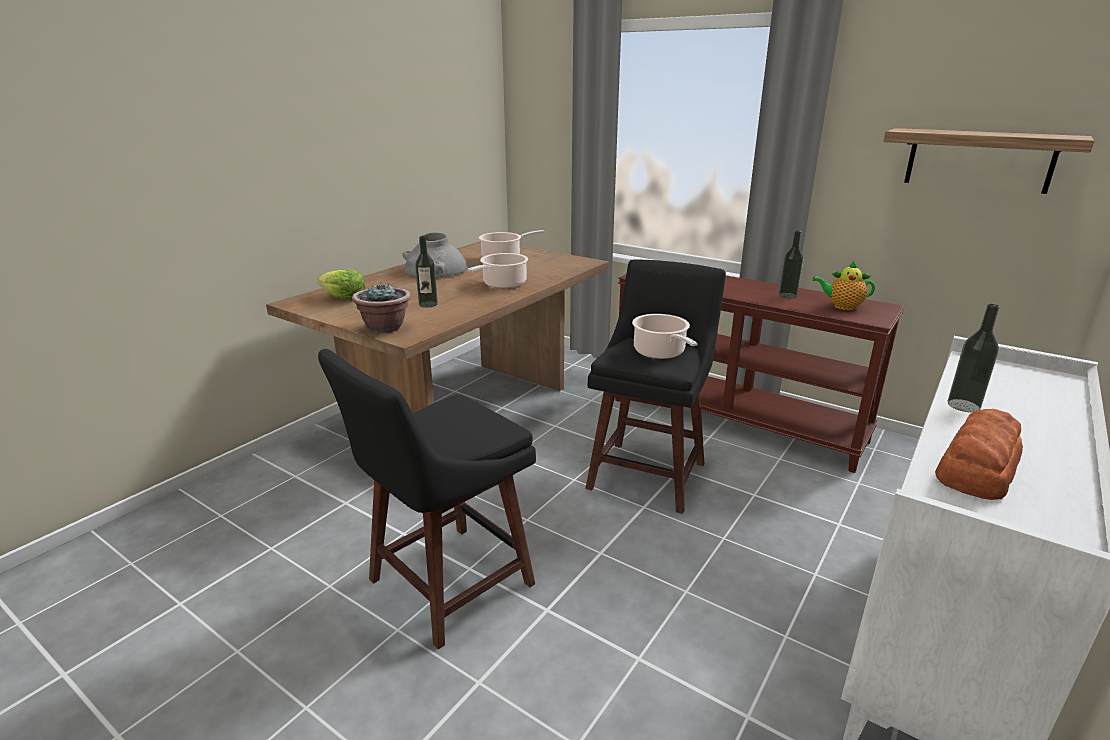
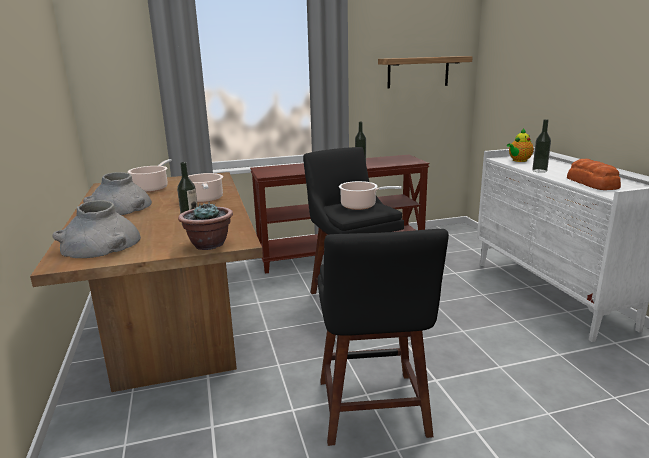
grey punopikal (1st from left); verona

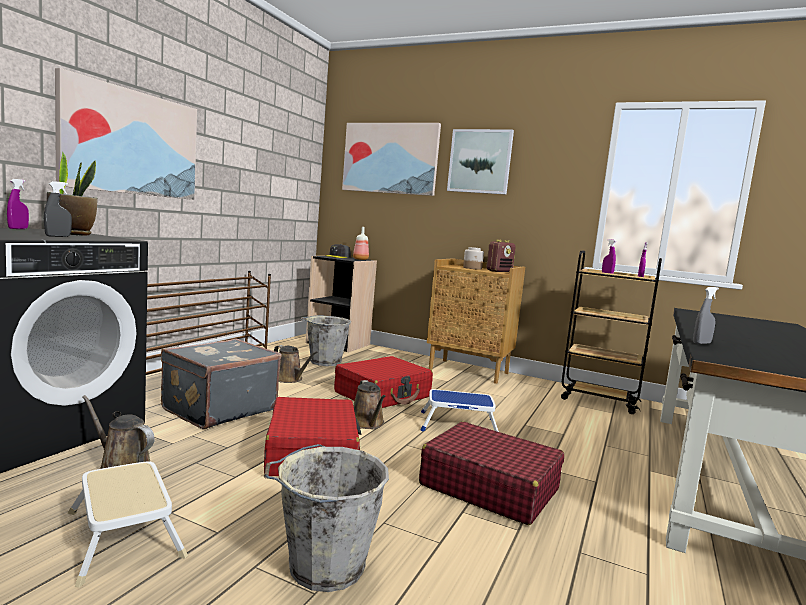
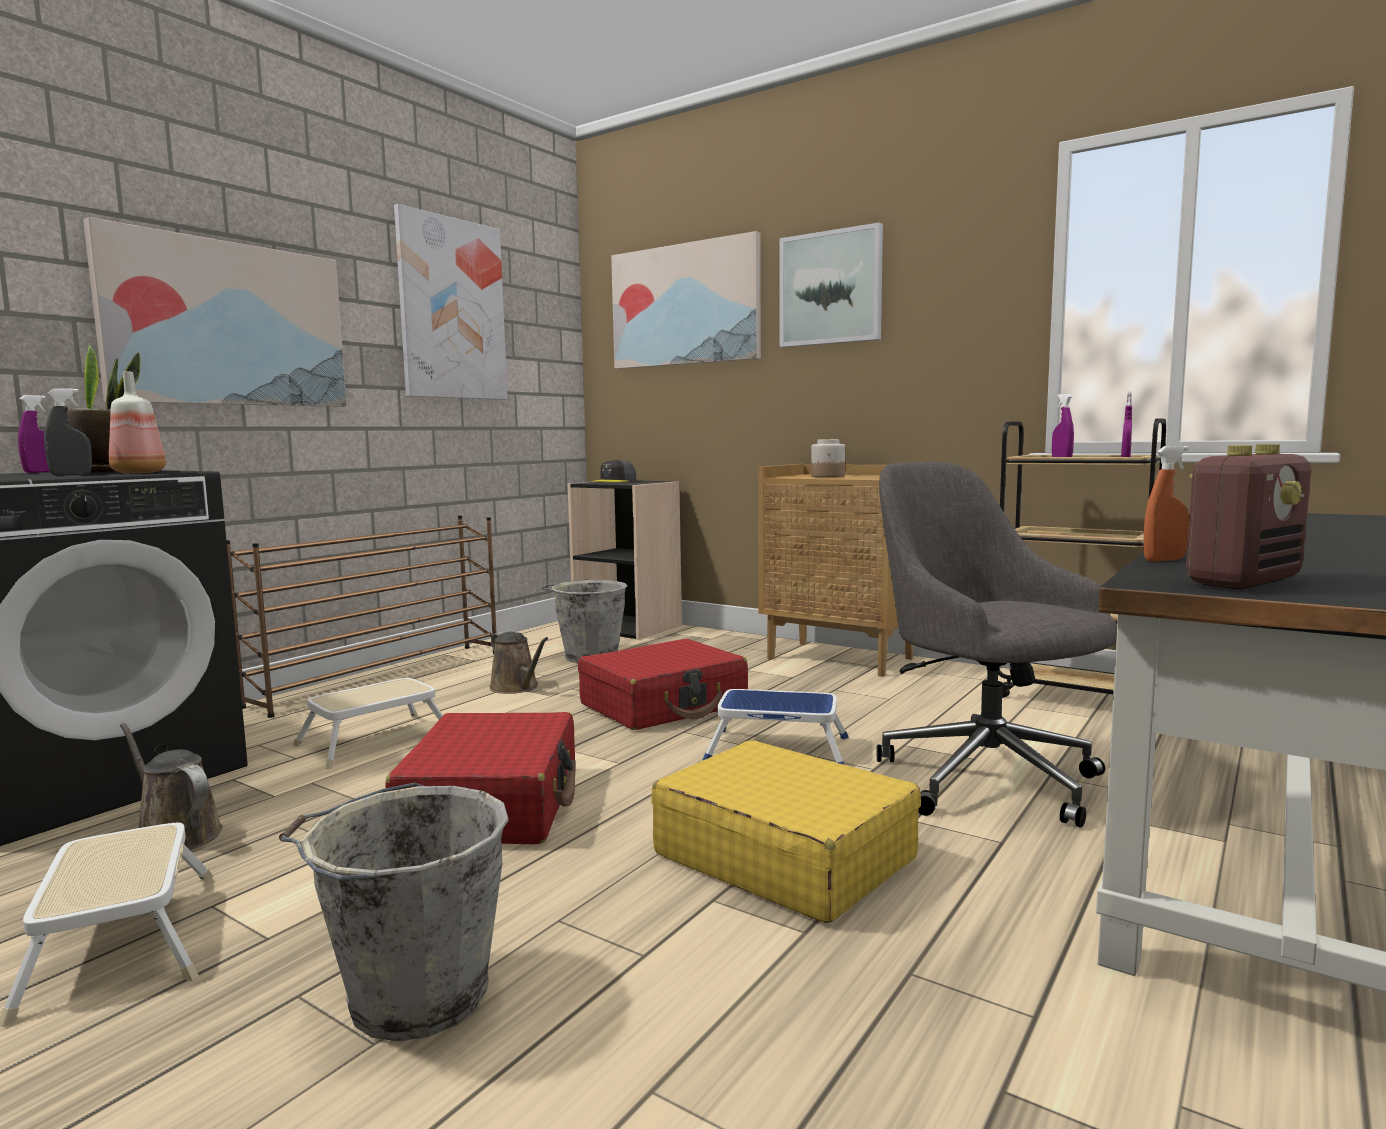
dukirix; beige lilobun (2nd from left); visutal (2nd from left); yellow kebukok; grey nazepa; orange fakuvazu; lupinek; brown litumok (3rd from left in the first image)

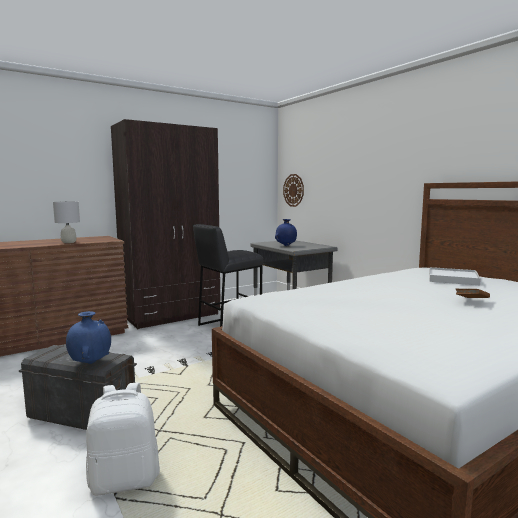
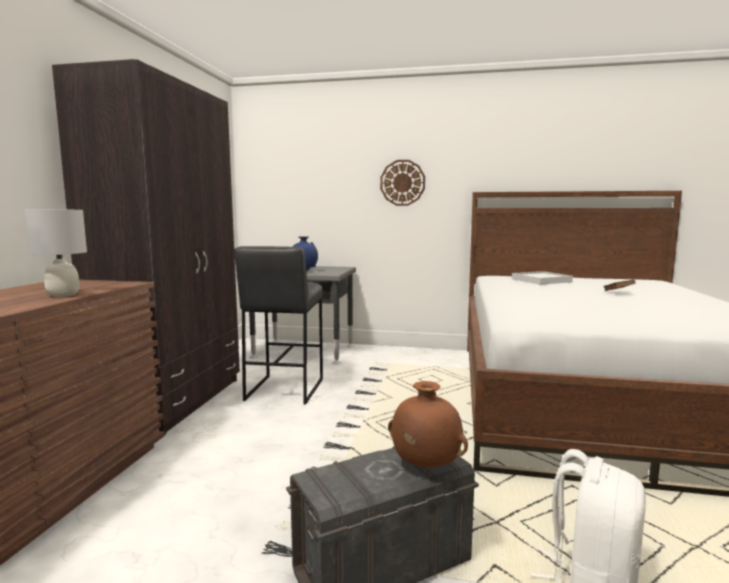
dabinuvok; brown punopikal

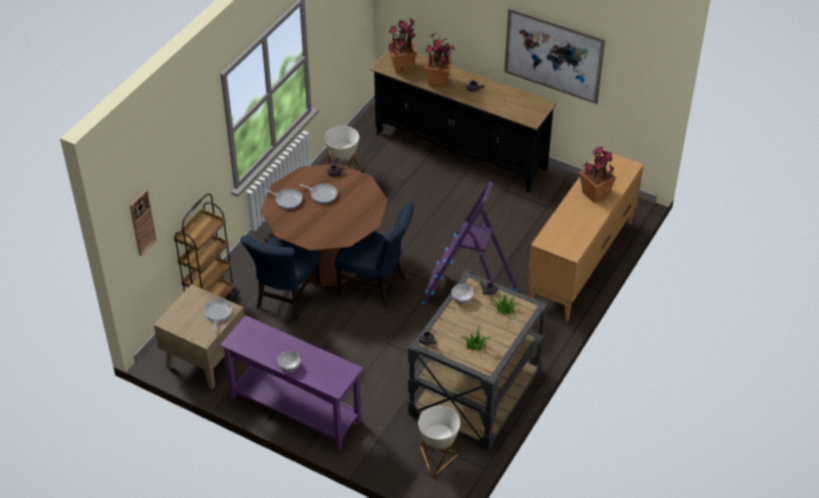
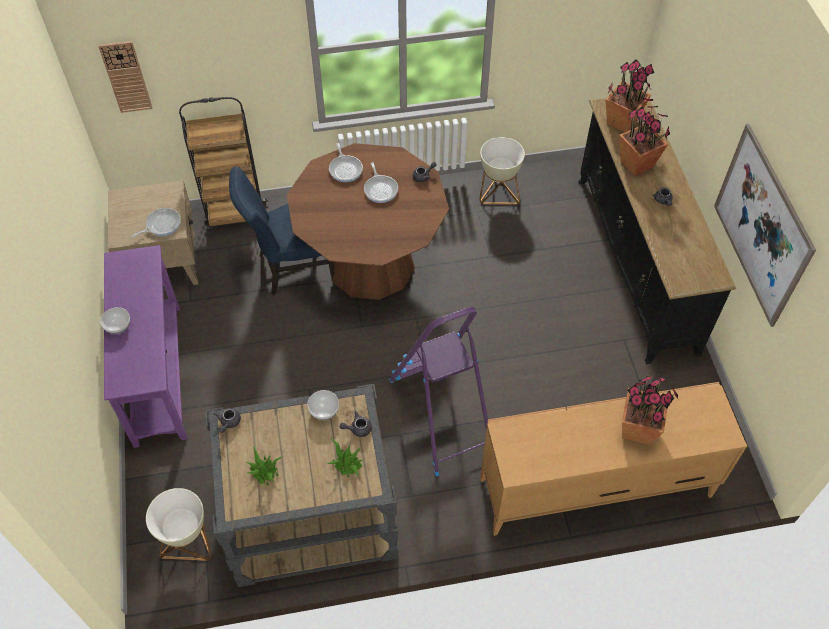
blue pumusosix (2nd from left in the first image)

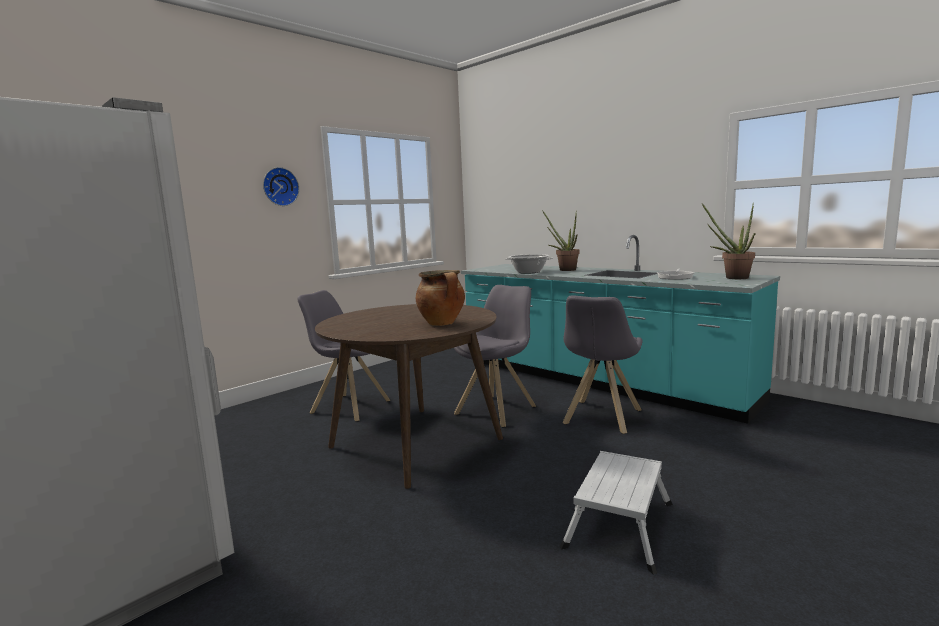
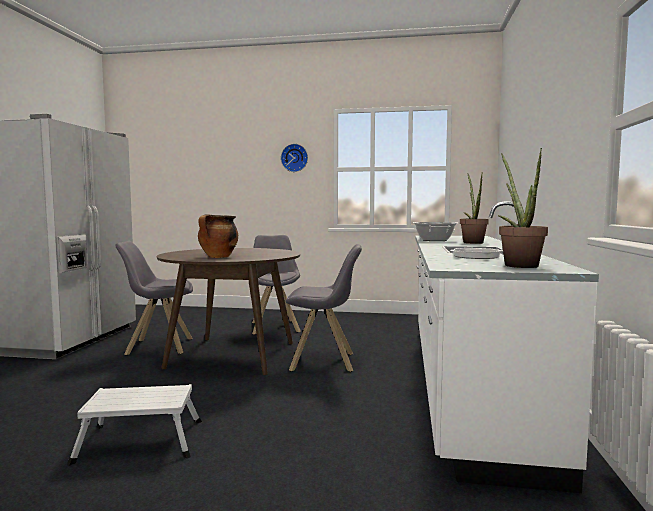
grey pumusosix (1st from left); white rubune

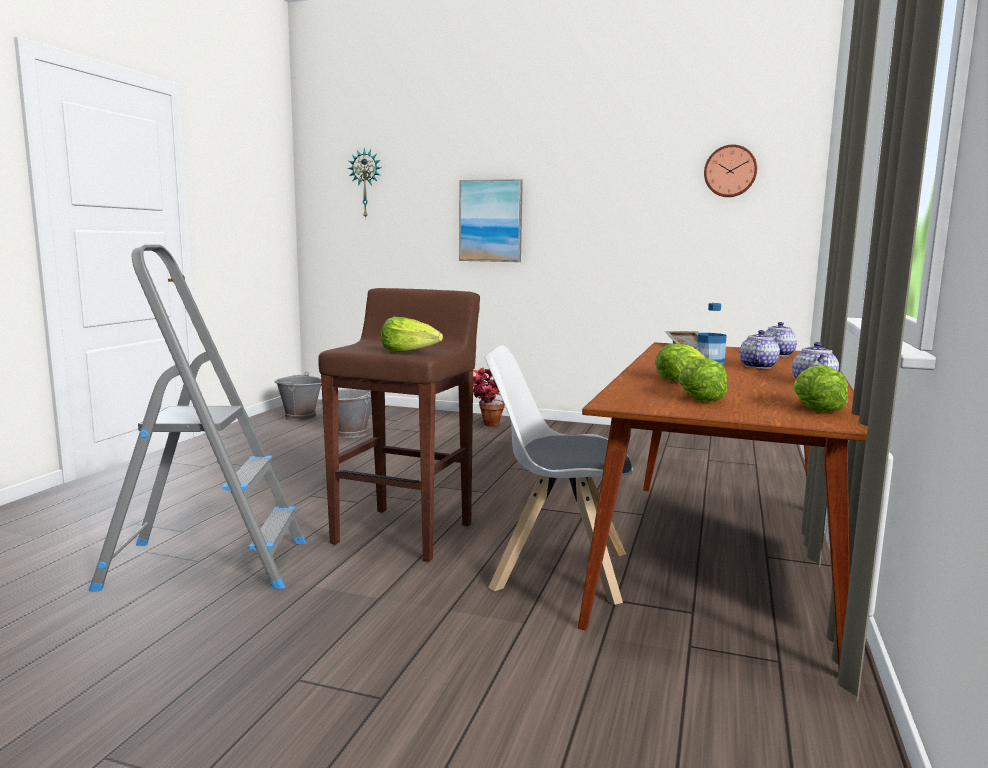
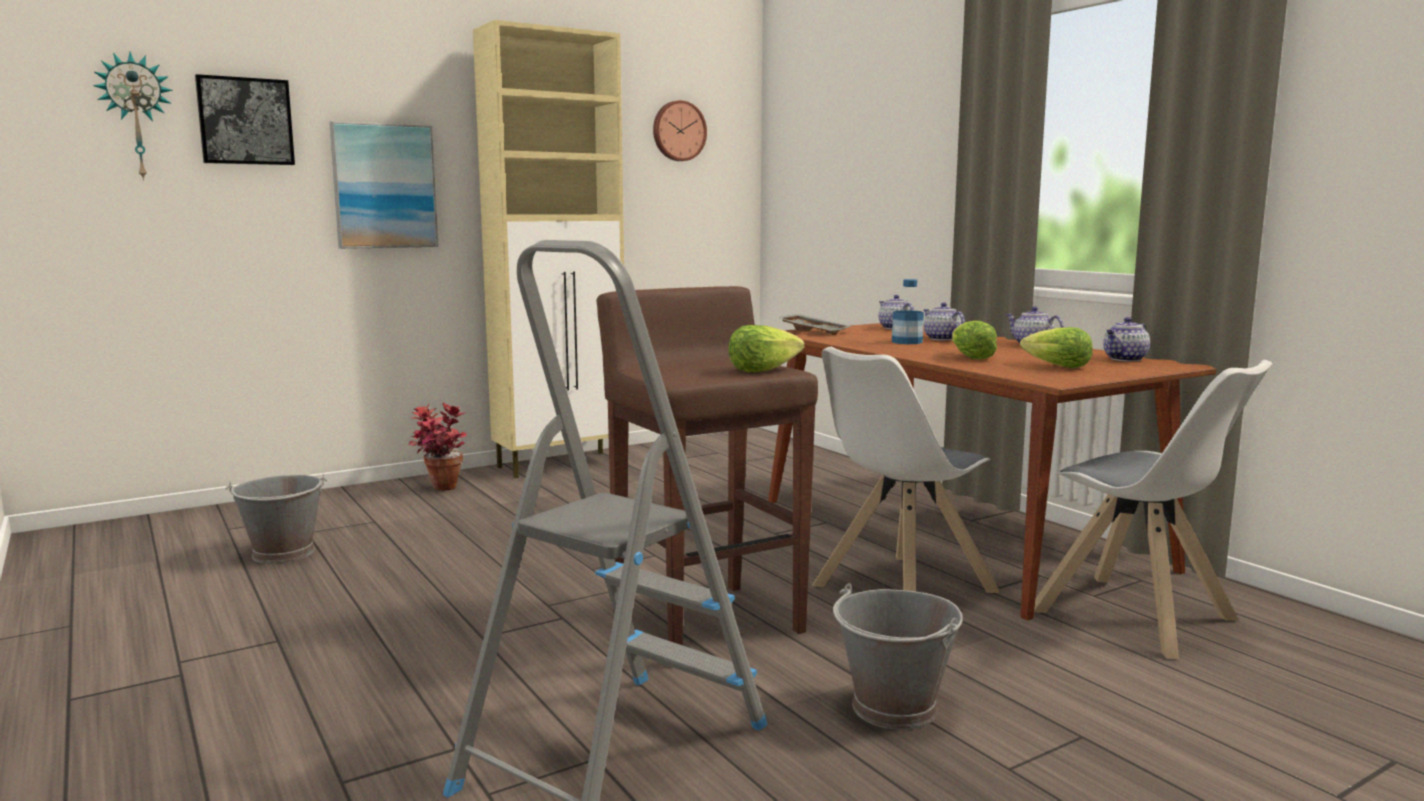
visutal (1st from left); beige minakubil; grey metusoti (2nd from left); pumusosix (2nd from left); verona (4th from left)

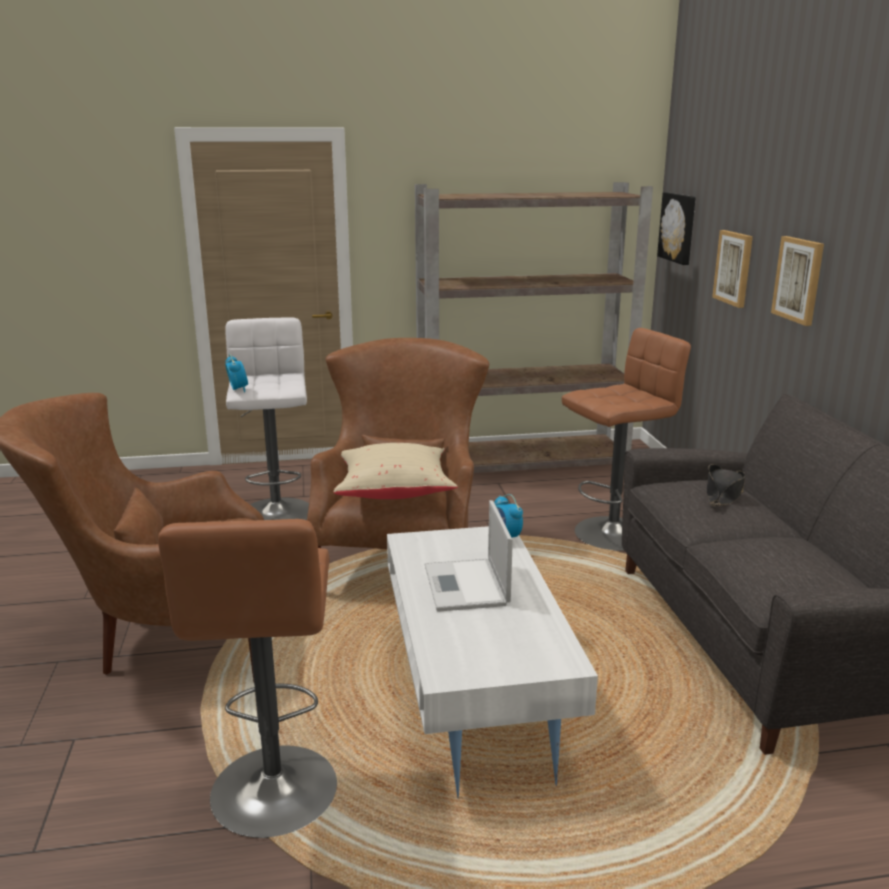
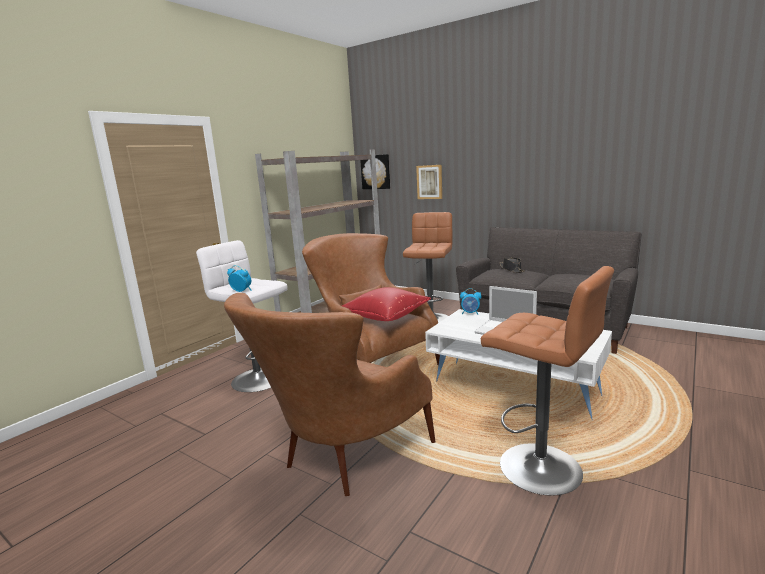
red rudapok; visutal (3rd from left in the first image)

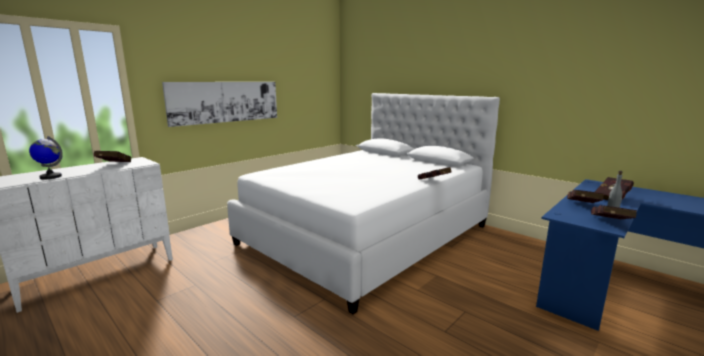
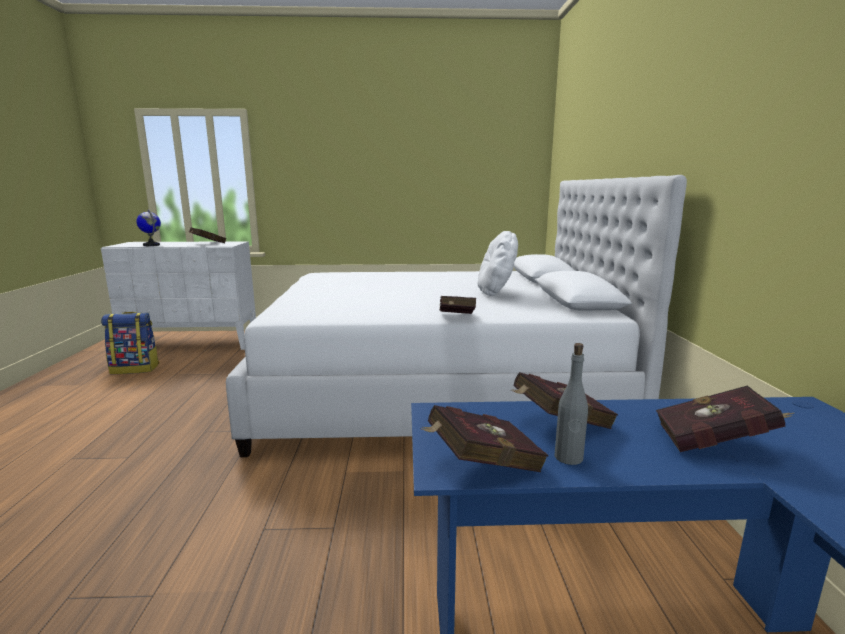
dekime; white rudapok; visutal

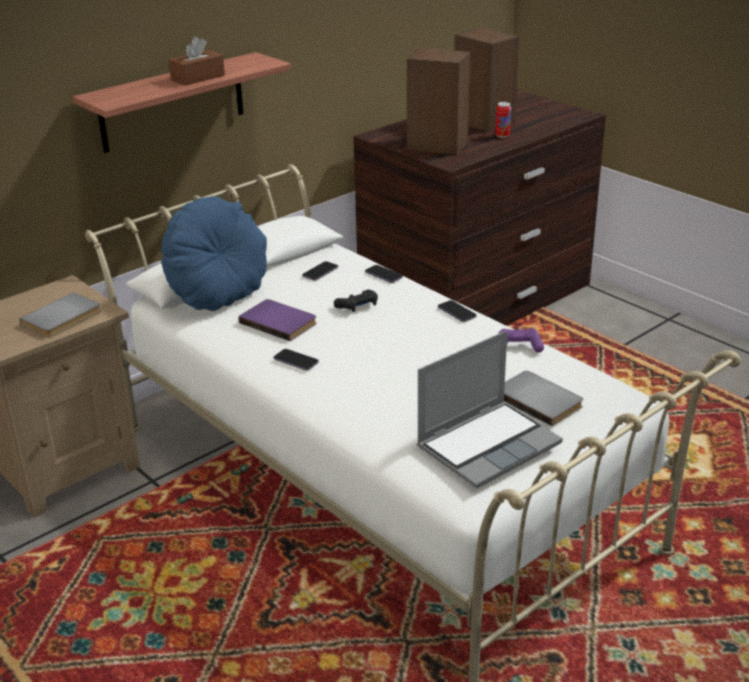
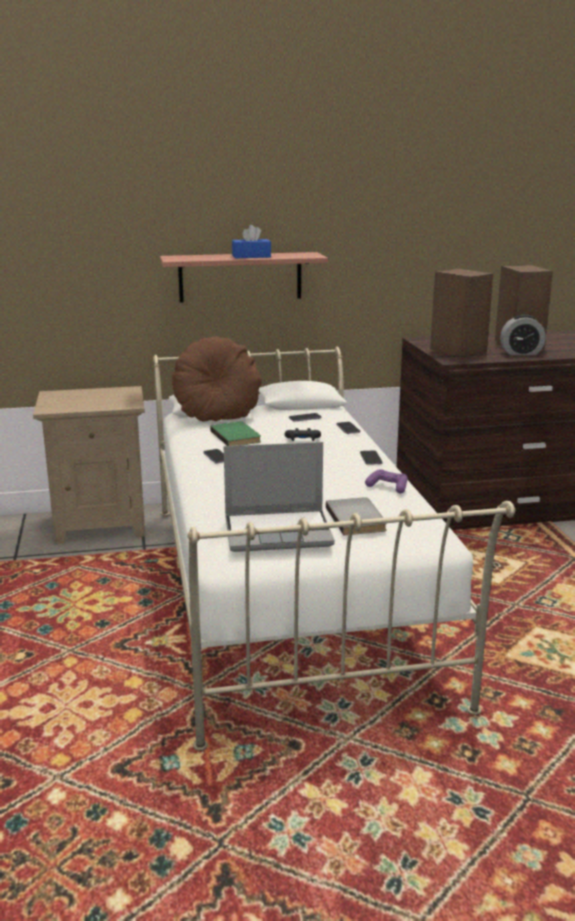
brown rudapok; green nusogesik; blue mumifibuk; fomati; grey nusogesik (1st from left in the first image)

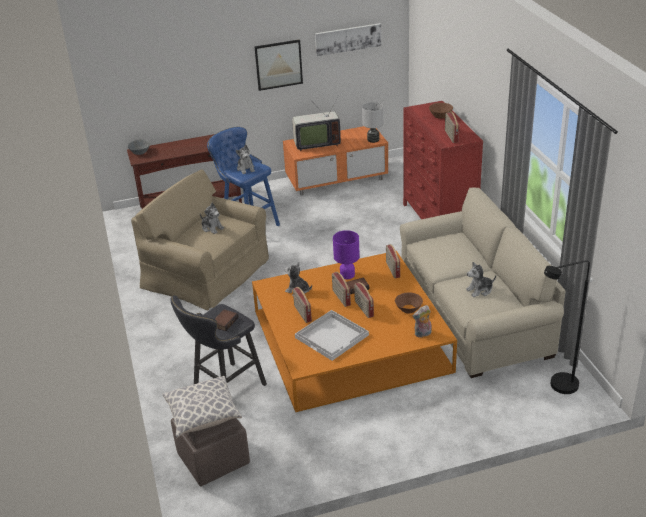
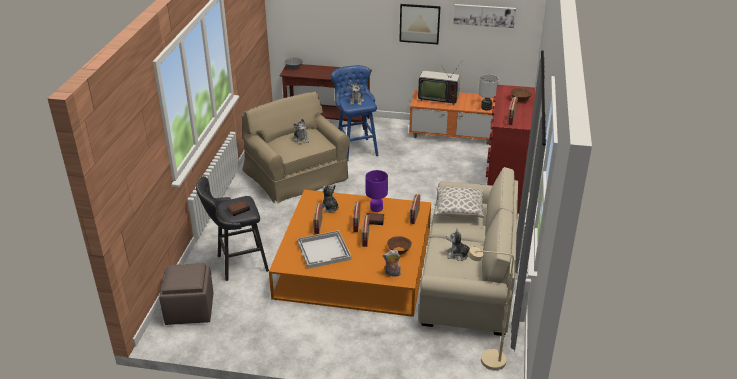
rudapok; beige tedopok

